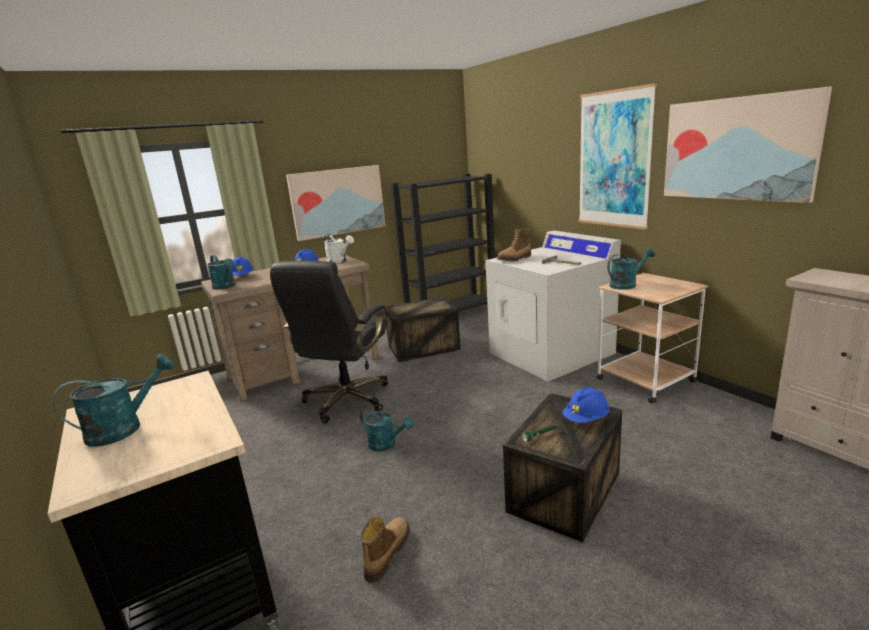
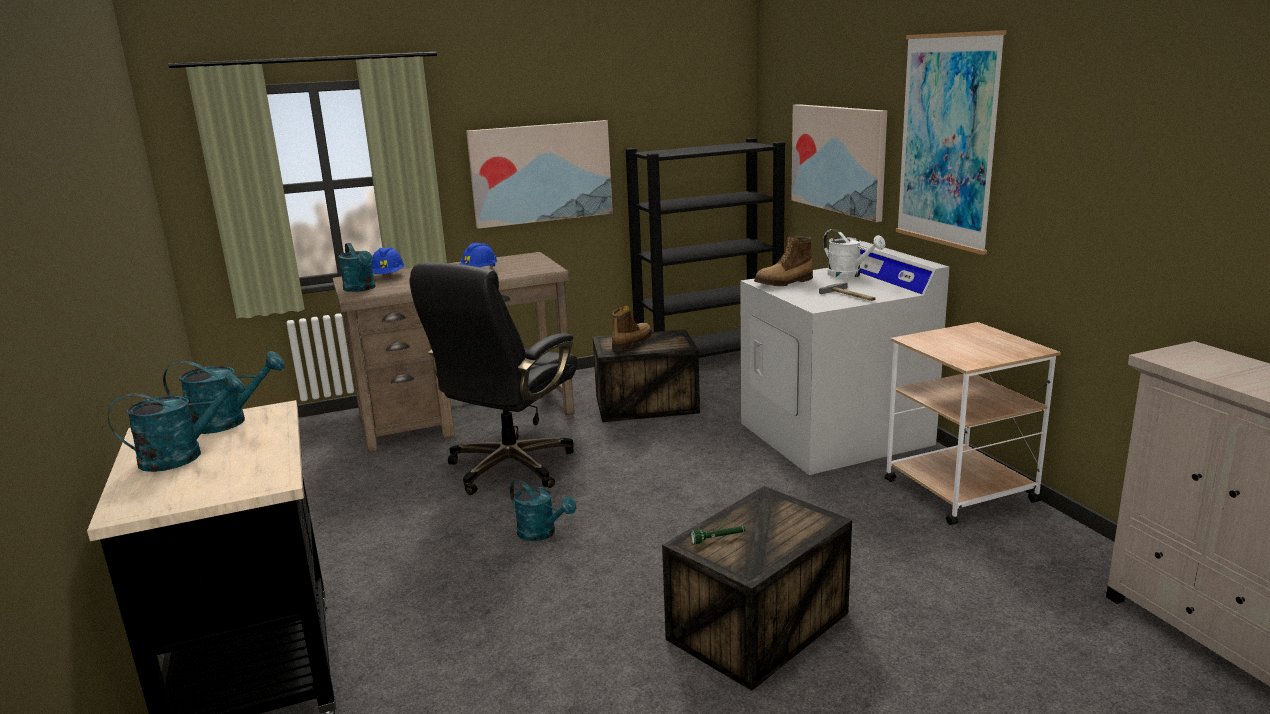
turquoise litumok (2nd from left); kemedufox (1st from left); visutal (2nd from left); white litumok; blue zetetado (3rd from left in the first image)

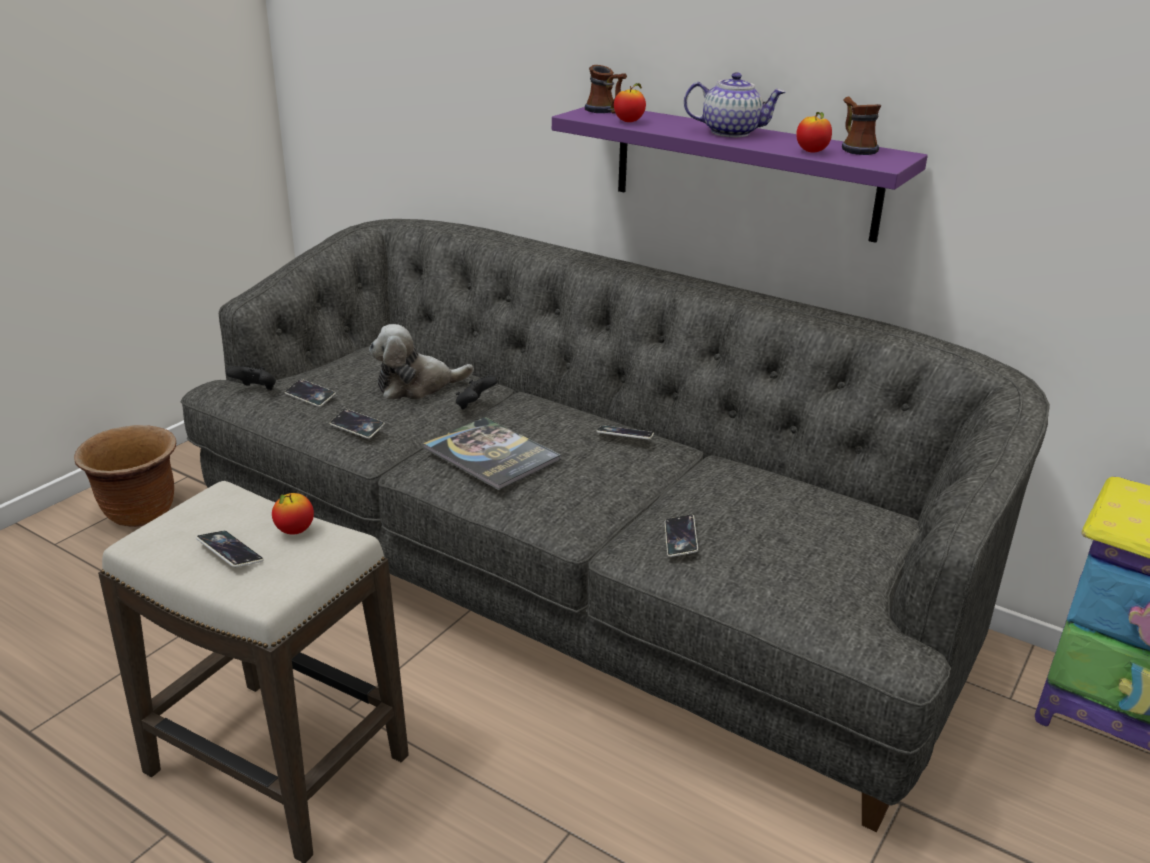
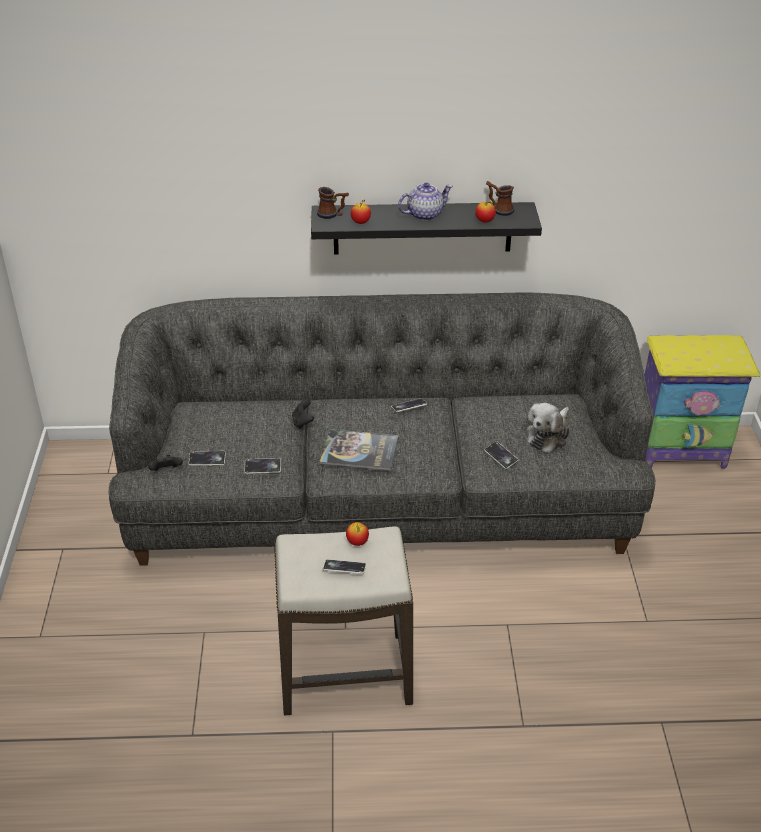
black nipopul; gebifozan; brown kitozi

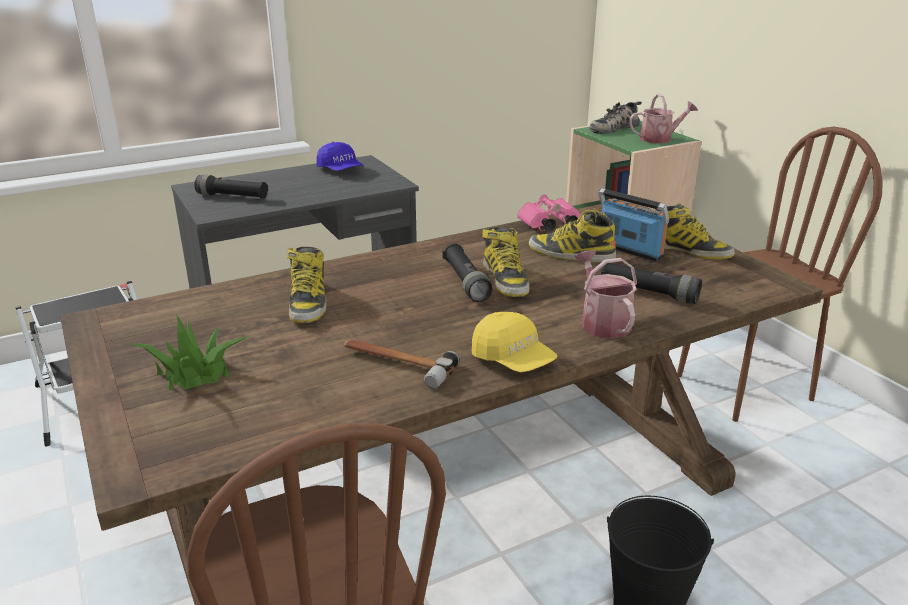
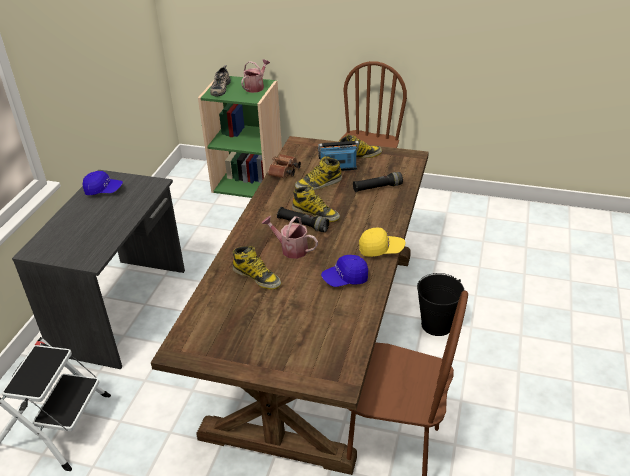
litumok (2nd from left); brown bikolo; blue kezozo (2nd from left); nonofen; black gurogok (1st from left in the first image)

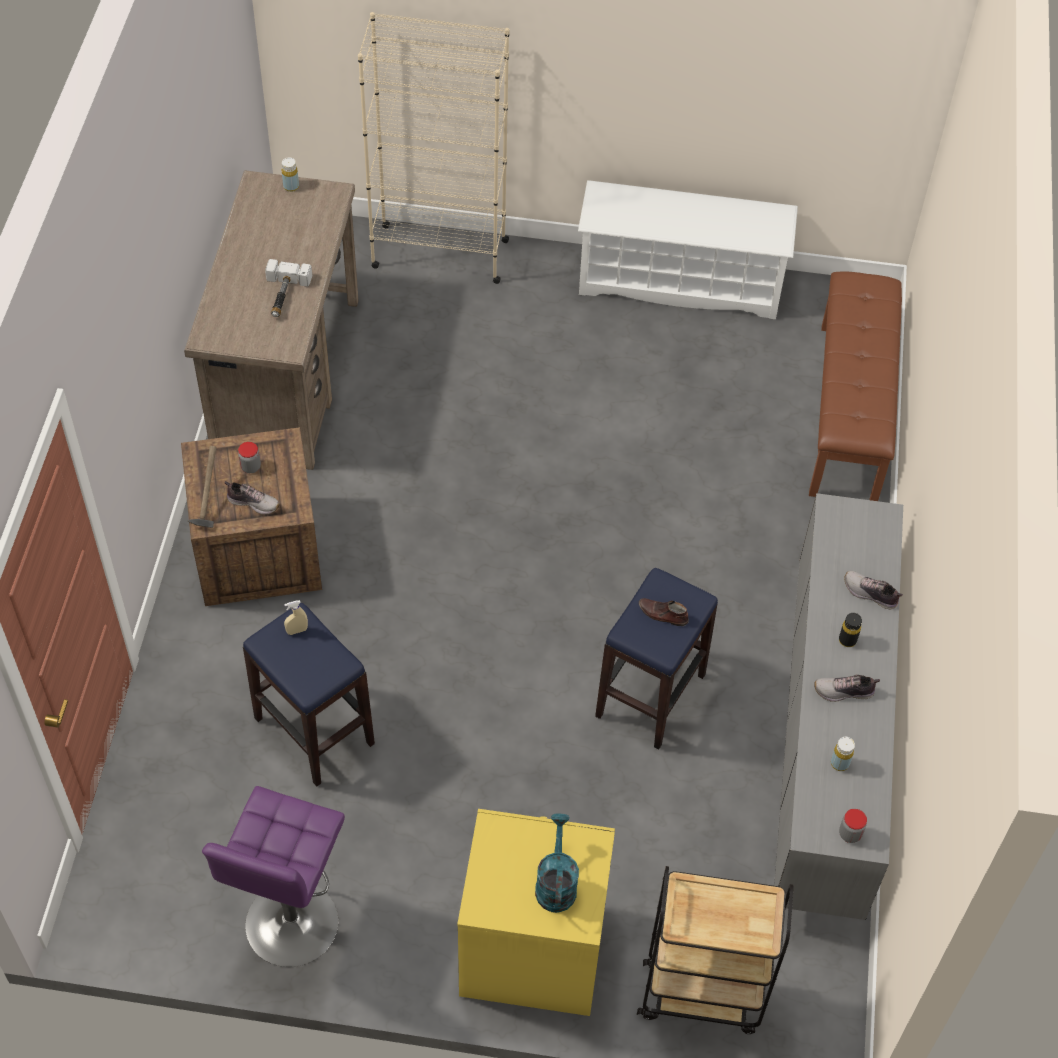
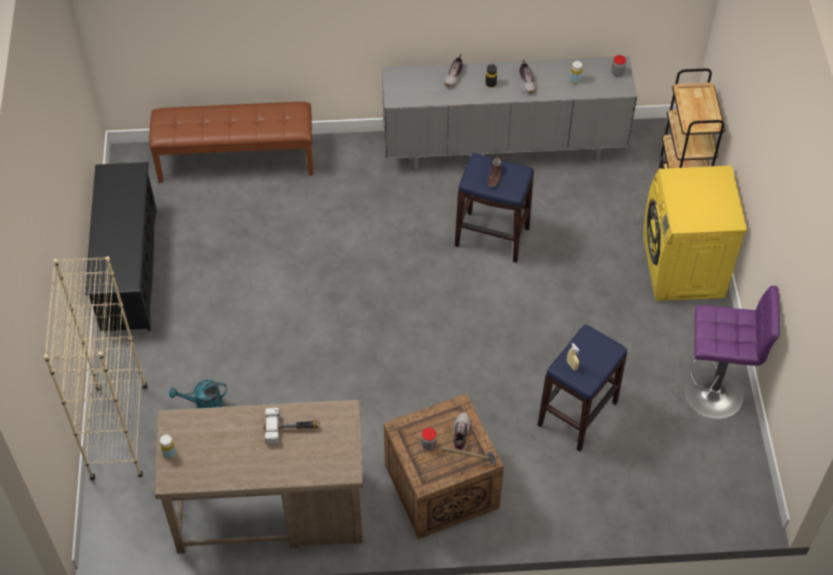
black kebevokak; turquoise litumok

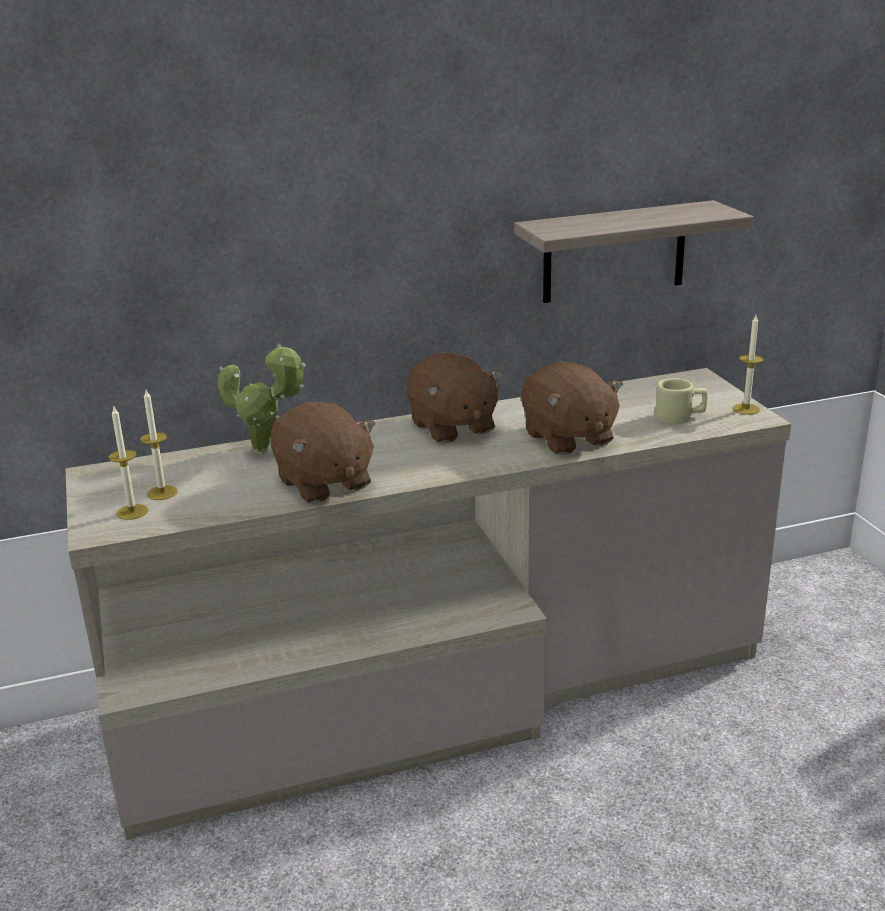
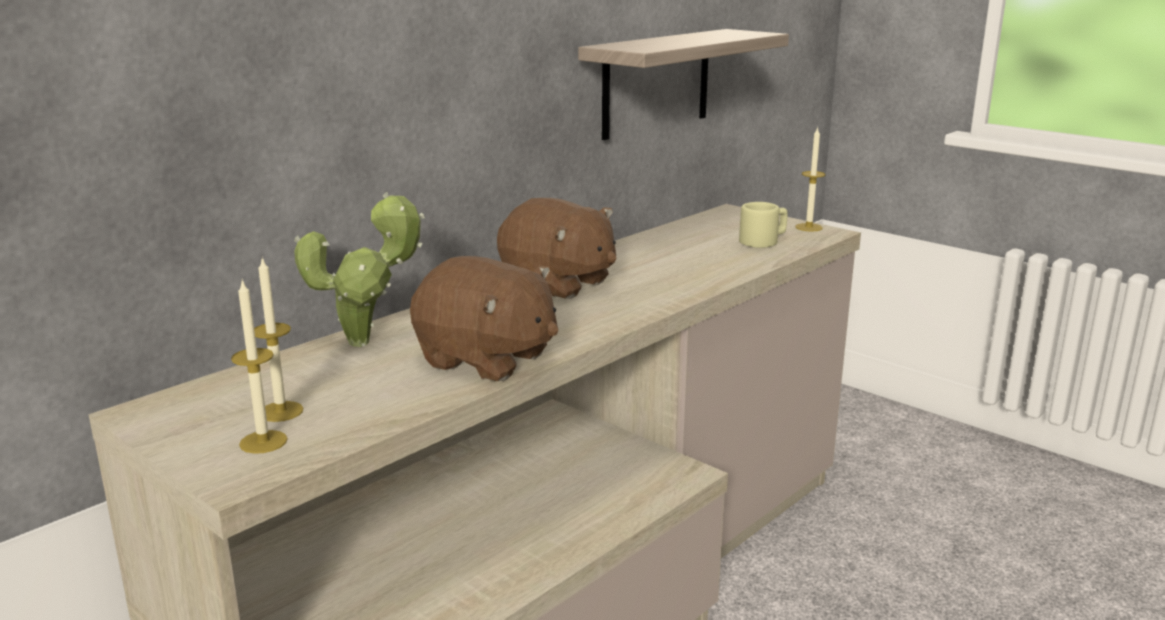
brown gebifozan (3rd from left in the first image)

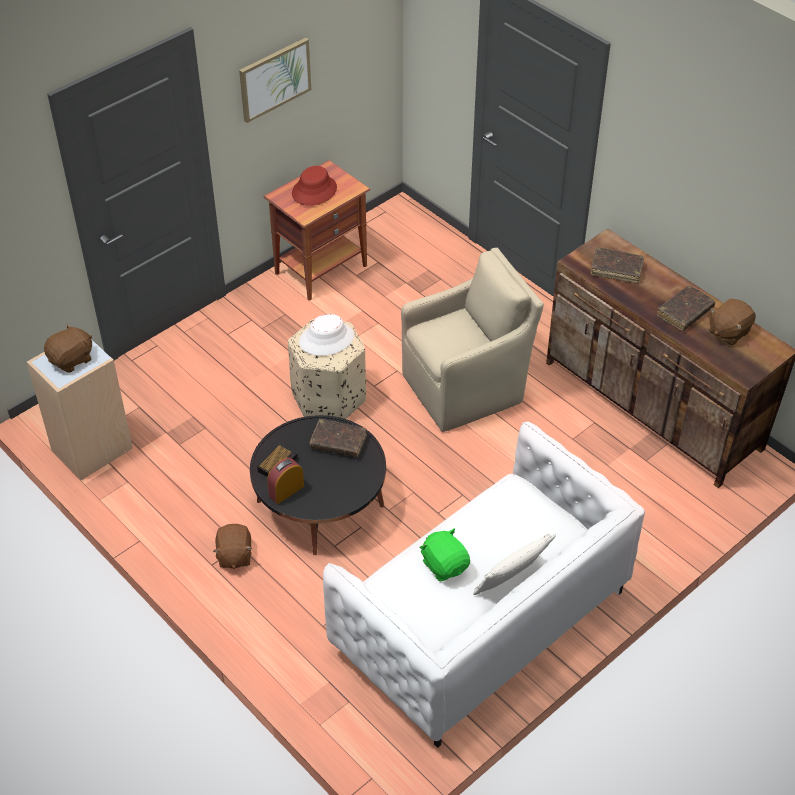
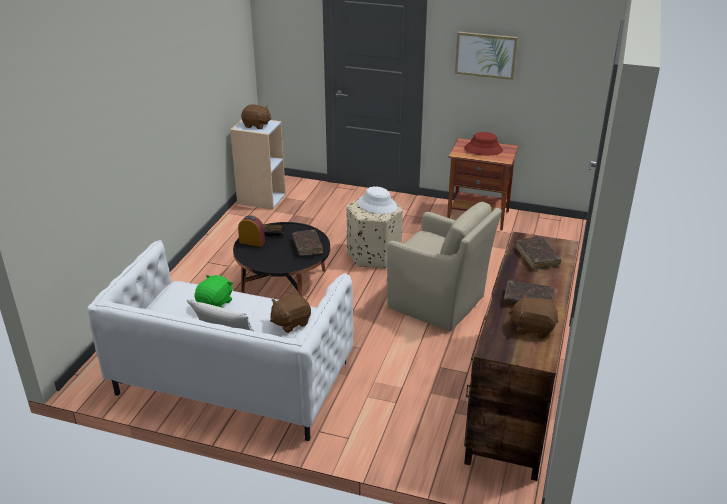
brown gebifozan (2nd from left)

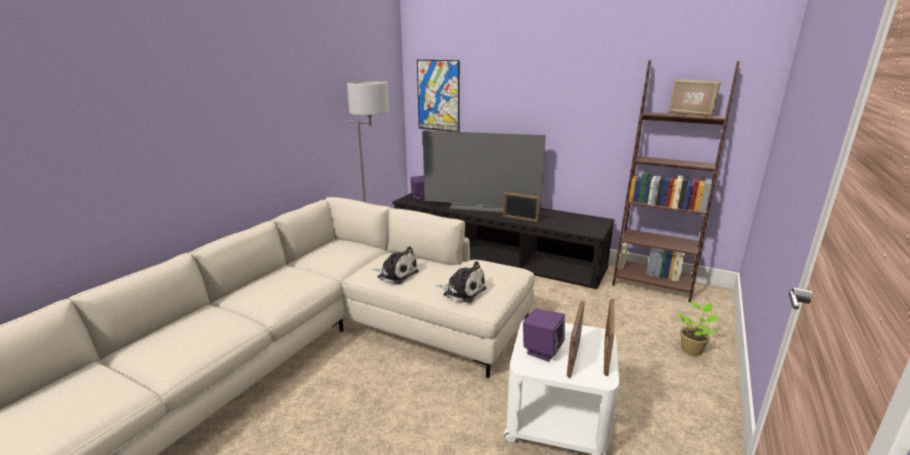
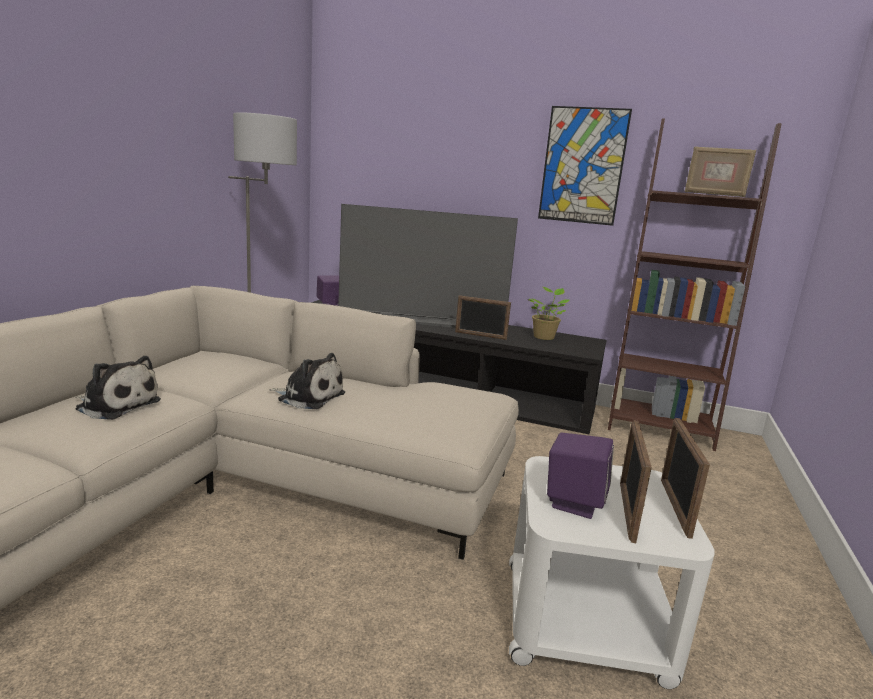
gebifozan (1st from left); nonofen; visutal

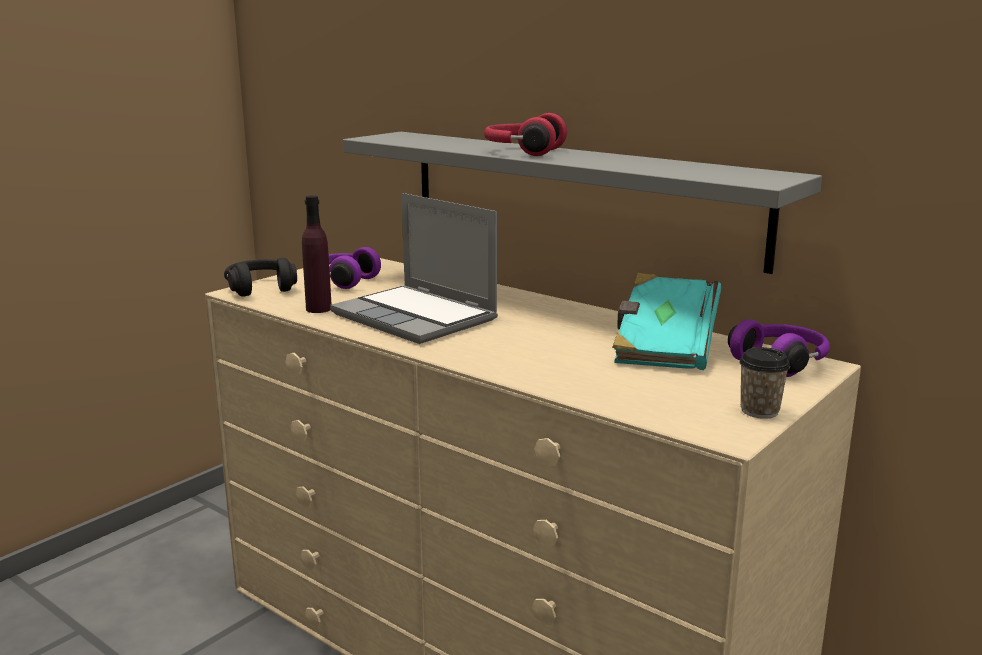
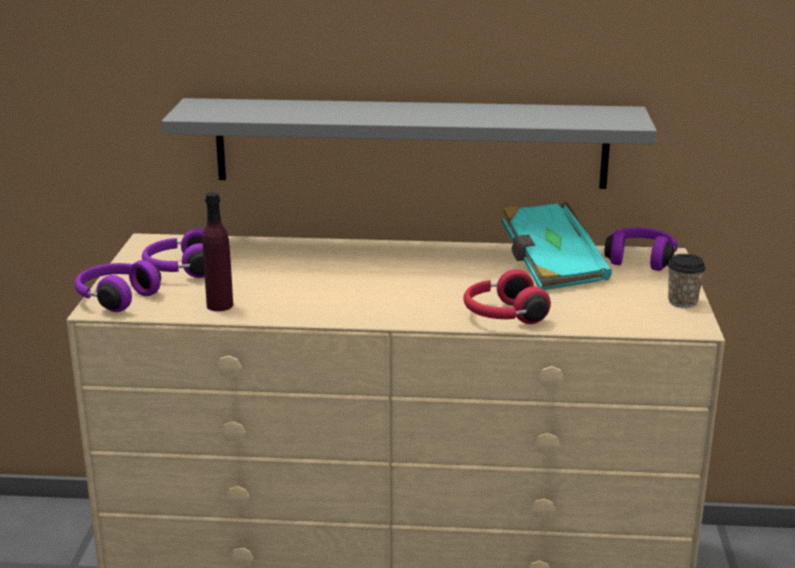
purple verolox (1st from left); red verolox; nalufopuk

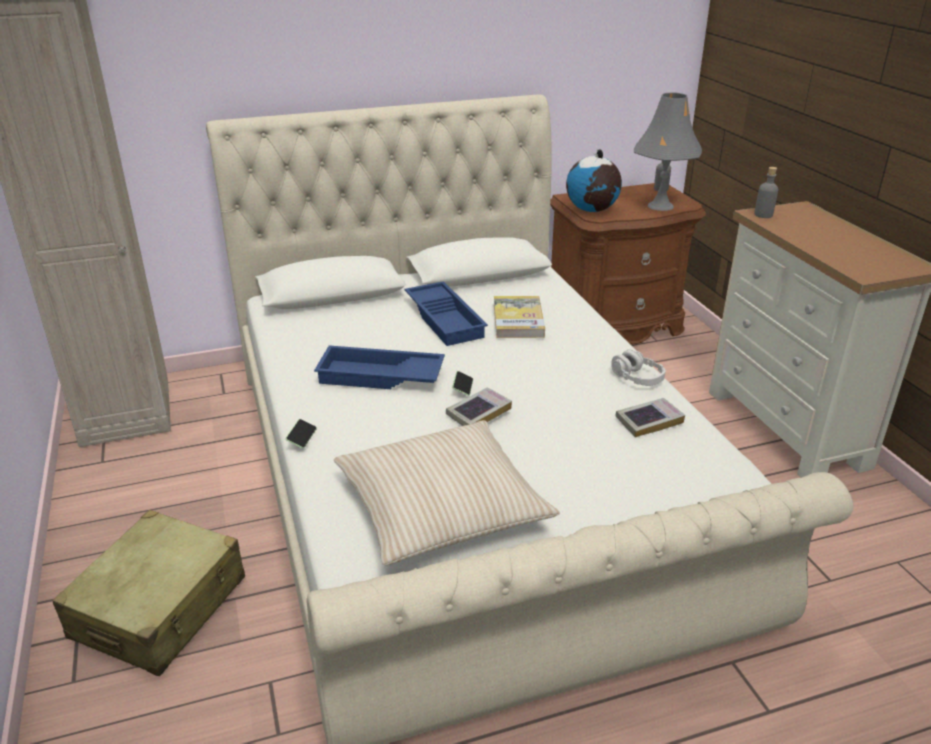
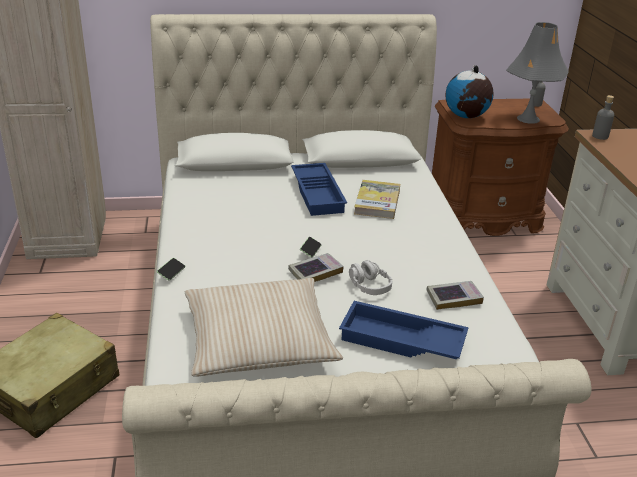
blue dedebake (2nd from left); grey verolox

